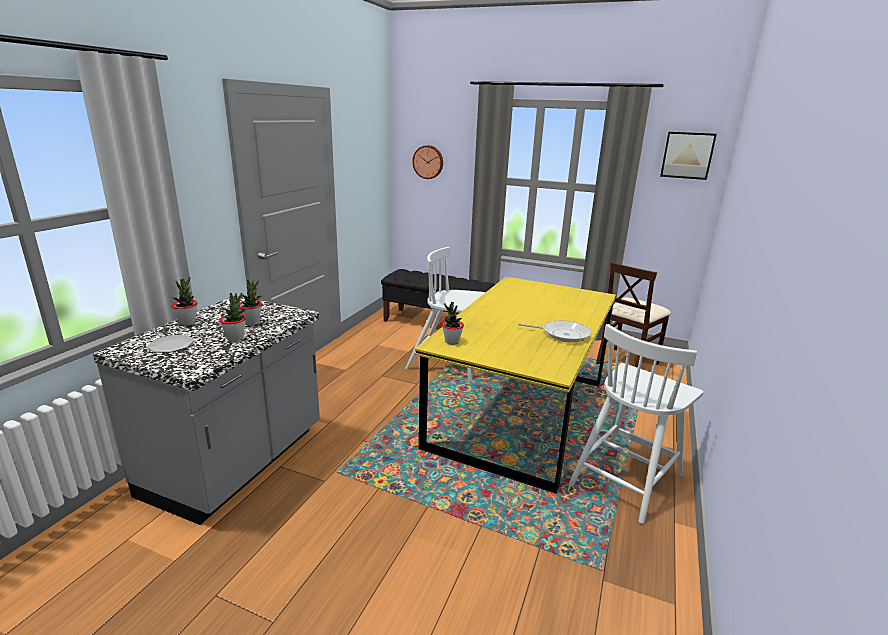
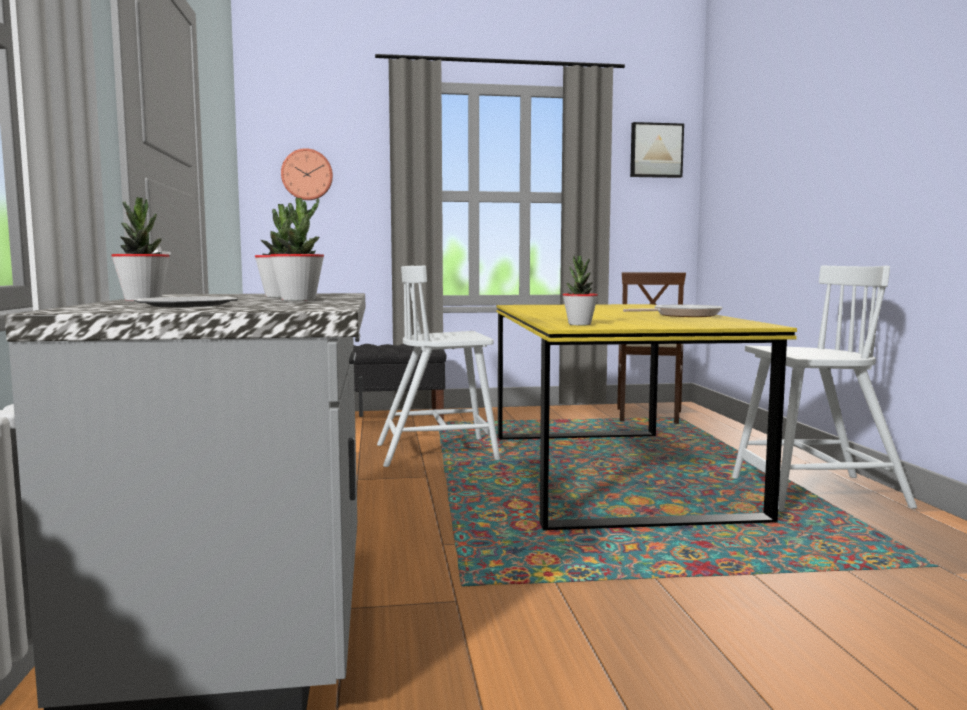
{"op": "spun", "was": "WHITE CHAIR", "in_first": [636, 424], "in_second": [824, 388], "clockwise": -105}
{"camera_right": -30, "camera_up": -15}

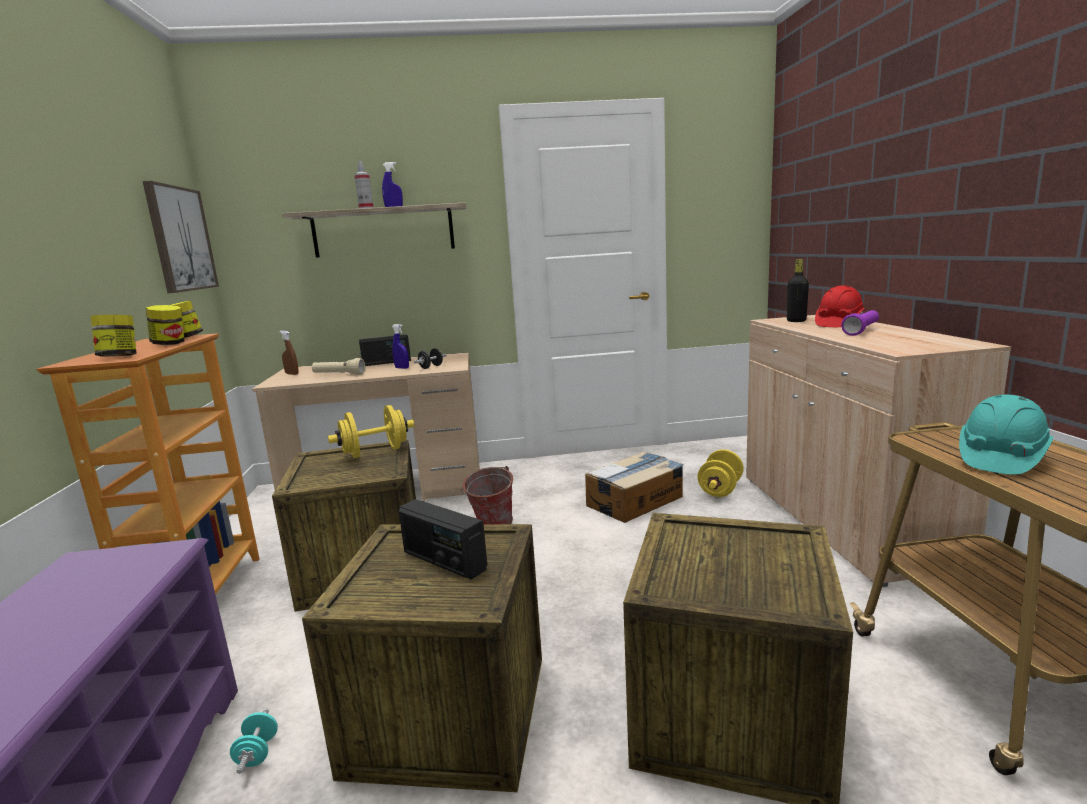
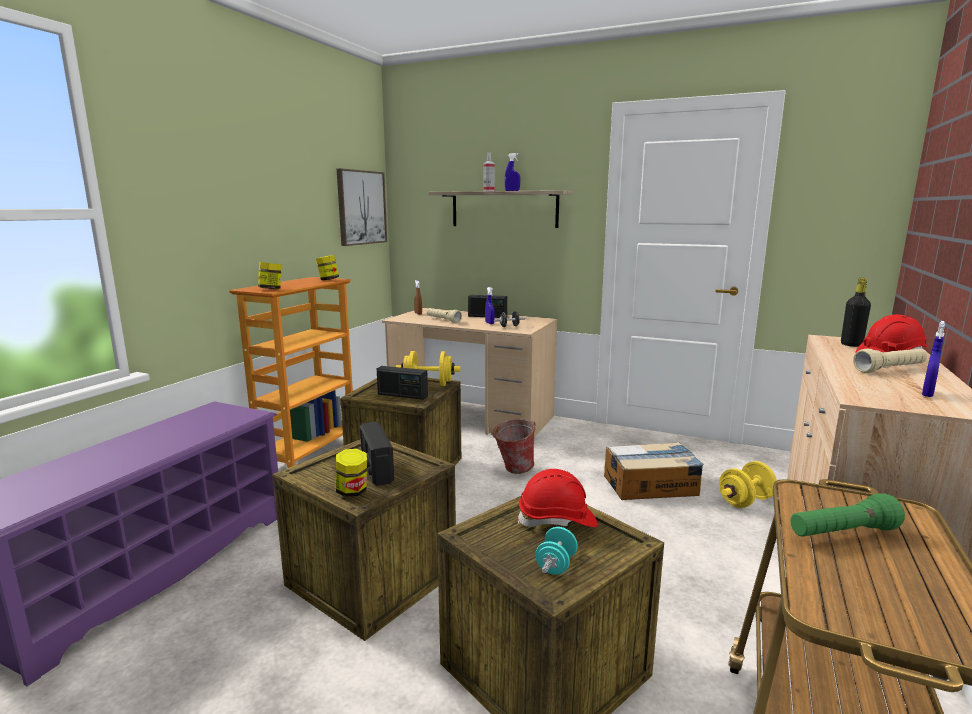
{"op": "relocated", "was": "JAR", "in_first": [165, 325], "in_second": [351, 473]}
{"op": "appeared", "now": "RADIO", "in_second": [402, 383]}
{"op": "appeared", "now": "RED HARD HAT", "in_second": [557, 498]}
{"op": "relocated", "was": "TURQUOISE DUMBBELL", "in_first": [254, 741], "in_second": [556, 551]}
{"op": "exchanged", "was": "TURQUOISE HARD HAT", "now": "GREEN FLASHLIGHT", "in_first": [1006, 434], "in_second": [848, 515]}
{"op": "colour", "was": "PURPLE FLASHLIGHT", "now": "BEIGE FLASHLIGHT", "in_first": [860, 323], "in_second": [890, 361]}
{"op": "appeared", "now": "BLUE SPRAY BOTTLE", "in_second": [933, 359]}
{"camera_right": 30, "camera_up": 0}

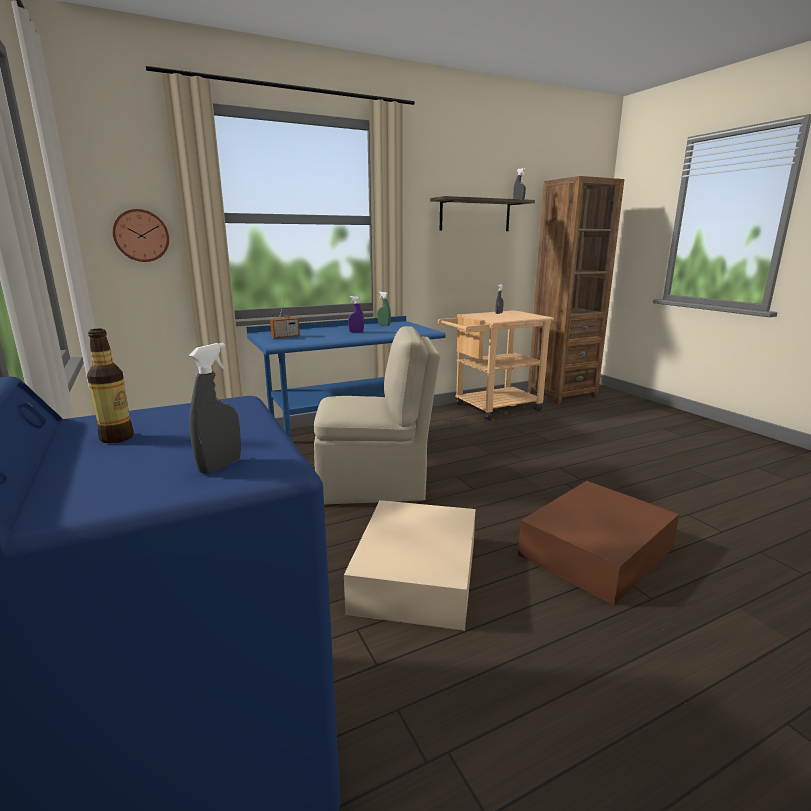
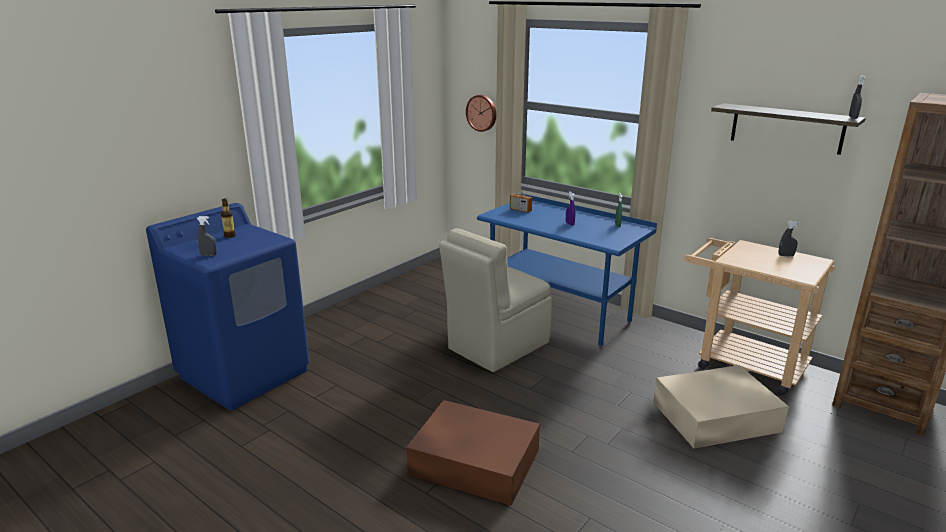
{"op": "spun", "was": "BEIGE CHAIR", "in_first": [377, 415], "in_second": [495, 300], "clockwise": 75}
{"op": "relocated", "was": "BEIGE STORAGE BOX", "in_first": [409, 565], "in_second": [721, 406]}
{"camera_right": 65, "camera_up": 5}

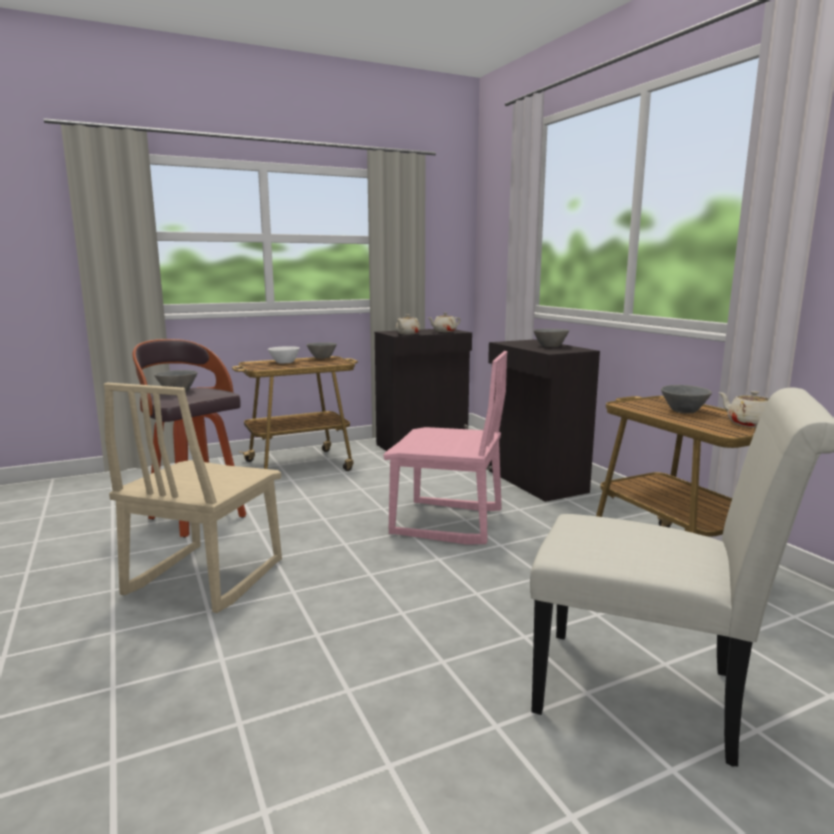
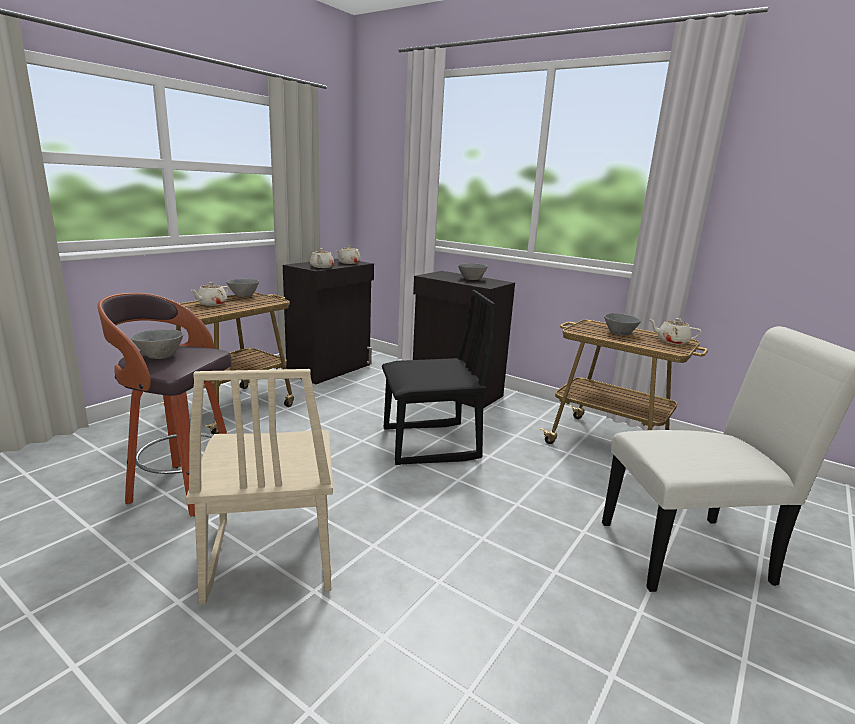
{"op": "exchanged", "was": "WHITE BOWL", "now": "BEIGE TEAPOT", "in_first": [284, 355], "in_second": [210, 294]}
{"op": "colour", "was": "PINK CHAIR", "now": "BLACK CHAIR", "in_first": [445, 447], "in_second": [438, 377]}
{"camera_right": -30, "camera_up": 5}

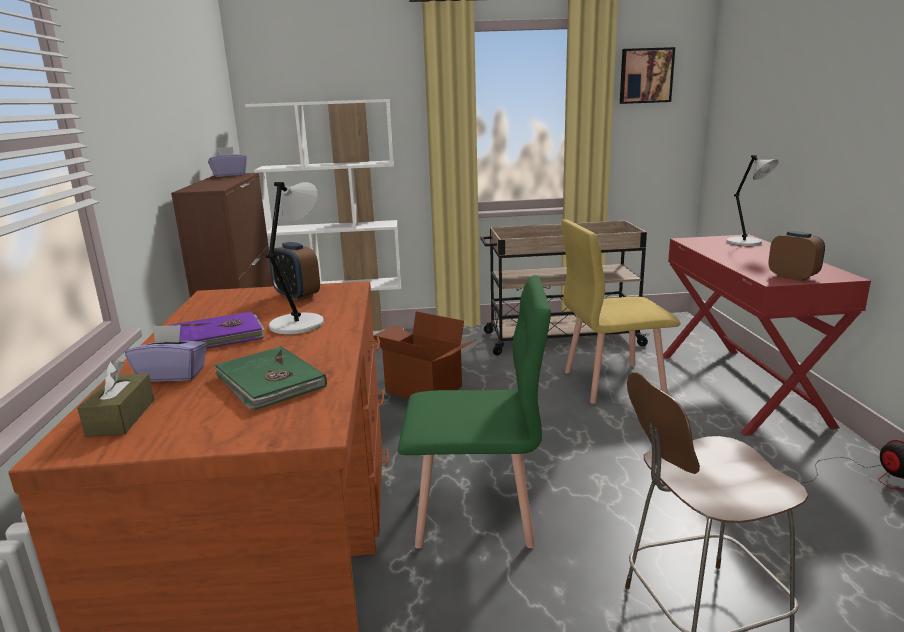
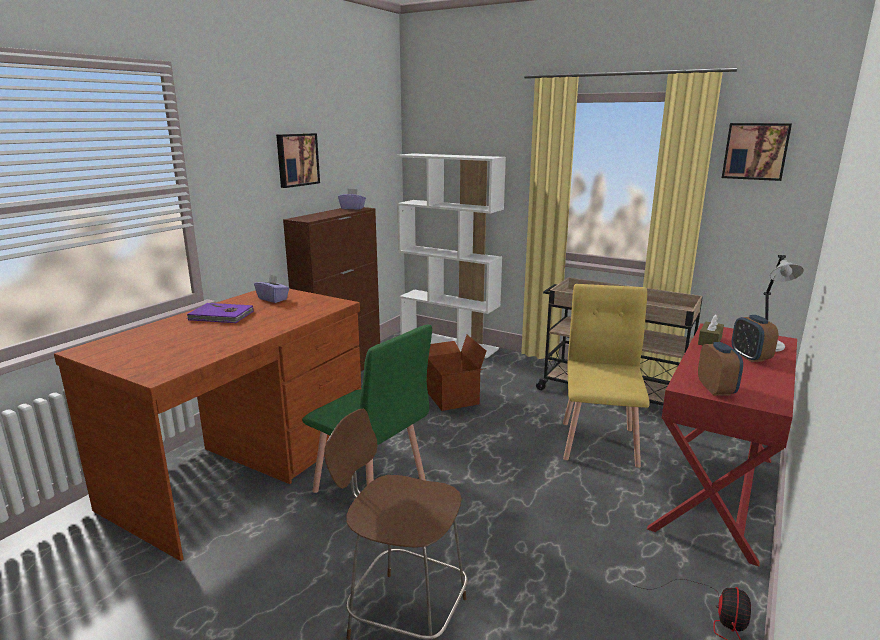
{"op": "relocated", "was": "PURPLE TISSUE BOX", "in_first": [166, 353], "in_second": [272, 288]}
{"op": "appeared", "now": "PICTURE", "in_second": [298, 160]}
{"op": "spun", "was": "YELLOW CHAIR", "in_first": [620, 311], "in_second": [606, 376], "clockwise": 75}
{"op": "relocated", "was": "BROWN TISSUE BOX", "in_first": [115, 398], "in_second": [711, 330]}
{"op": "relocated", "was": "ALARM CLOCK", "in_first": [294, 271], "in_second": [755, 338]}
{"op": "missing", "was": "GREEN BOOK", "in_first": [270, 378]}
{"op": "missing", "was": "GREY TABLE LAMP", "in_first": [294, 258]}
{"camera_right": 35, "camera_up": 0}

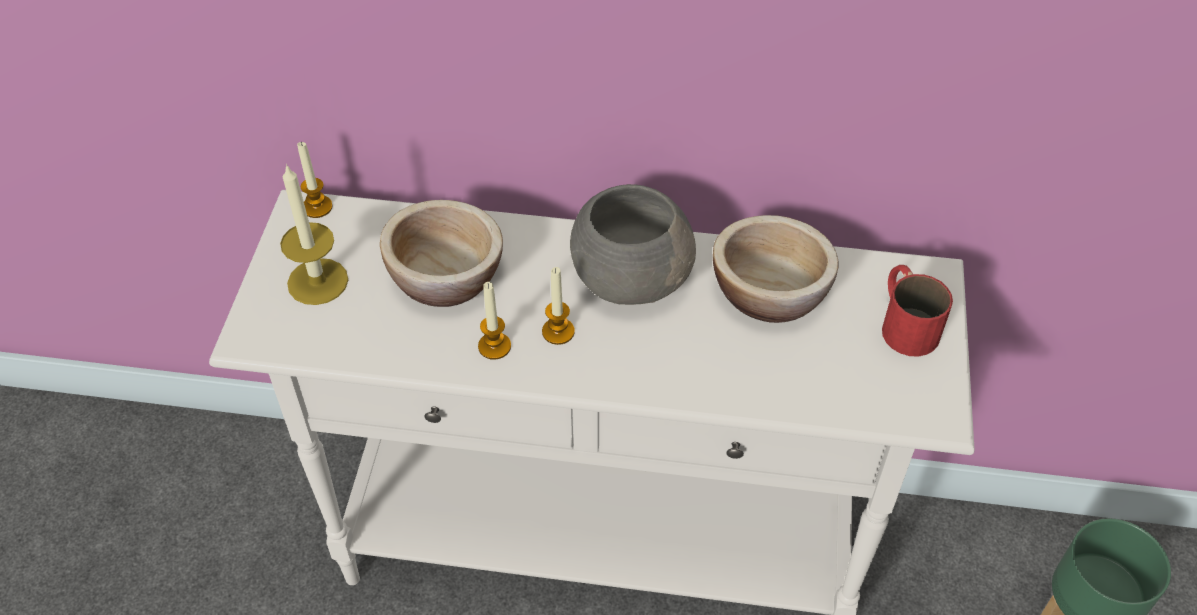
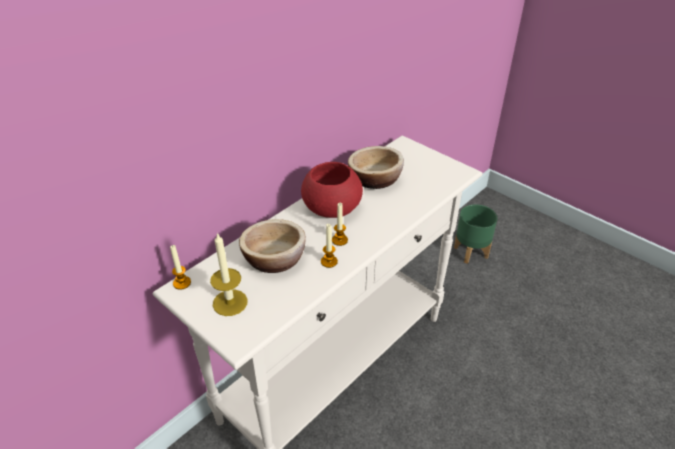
{"op": "colour", "was": "GREY BOWL", "now": "RED BOWL", "in_first": [633, 244], "in_second": [332, 190]}
{"op": "missing", "was": "RED MUG", "in_first": [917, 311]}
{"camera_right": -55, "camera_up": -10}

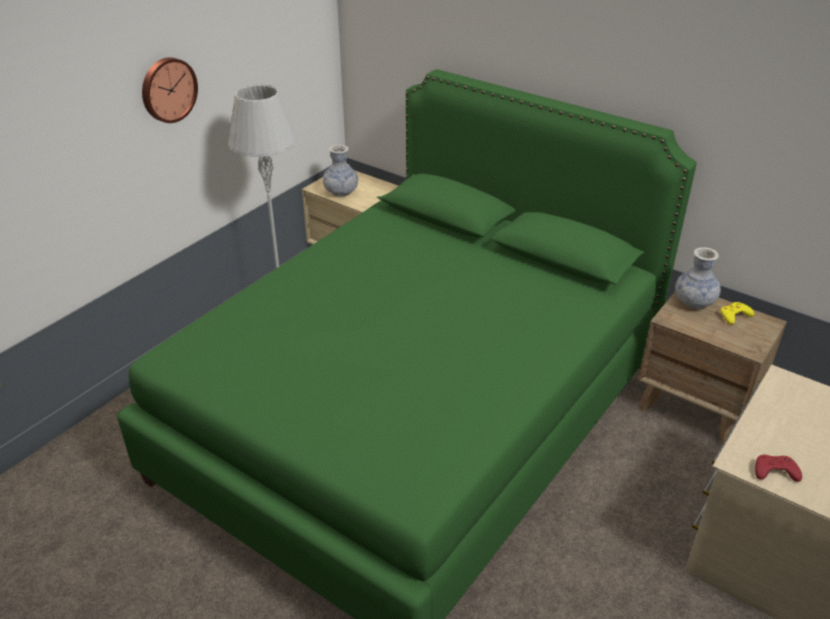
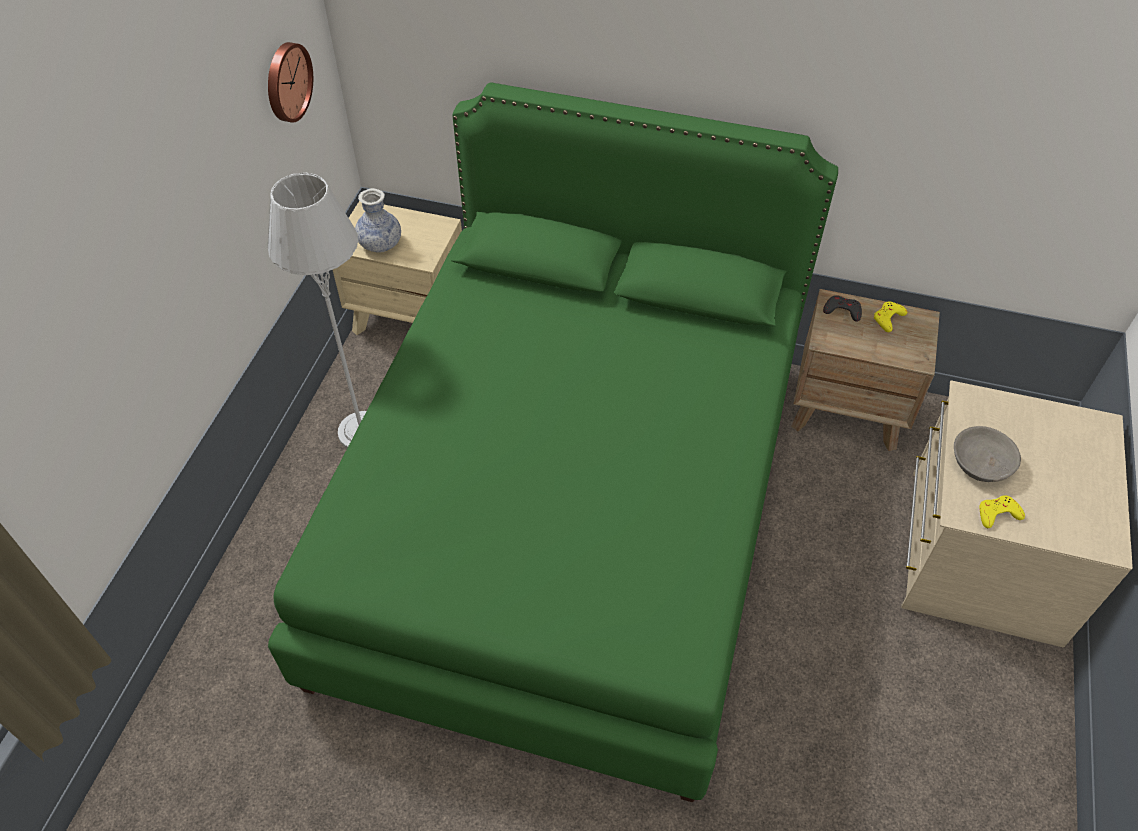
{"op": "relocated", "was": "WALL CLOCK", "in_first": [170, 90], "in_second": [290, 82]}
{"op": "exchanged", "was": "VASE", "now": "GREY GAME CONTROLLER", "in_first": [698, 278], "in_second": [842, 308]}
{"op": "appeared", "now": "GREY BOWL", "in_second": [987, 454]}
{"op": "colour", "was": "RED GAME CONTROLLER", "now": "YELLOW GAME CONTROLLER", "in_first": [778, 468], "in_second": [1002, 511]}
{"camera_right": -20, "camera_up": 15}

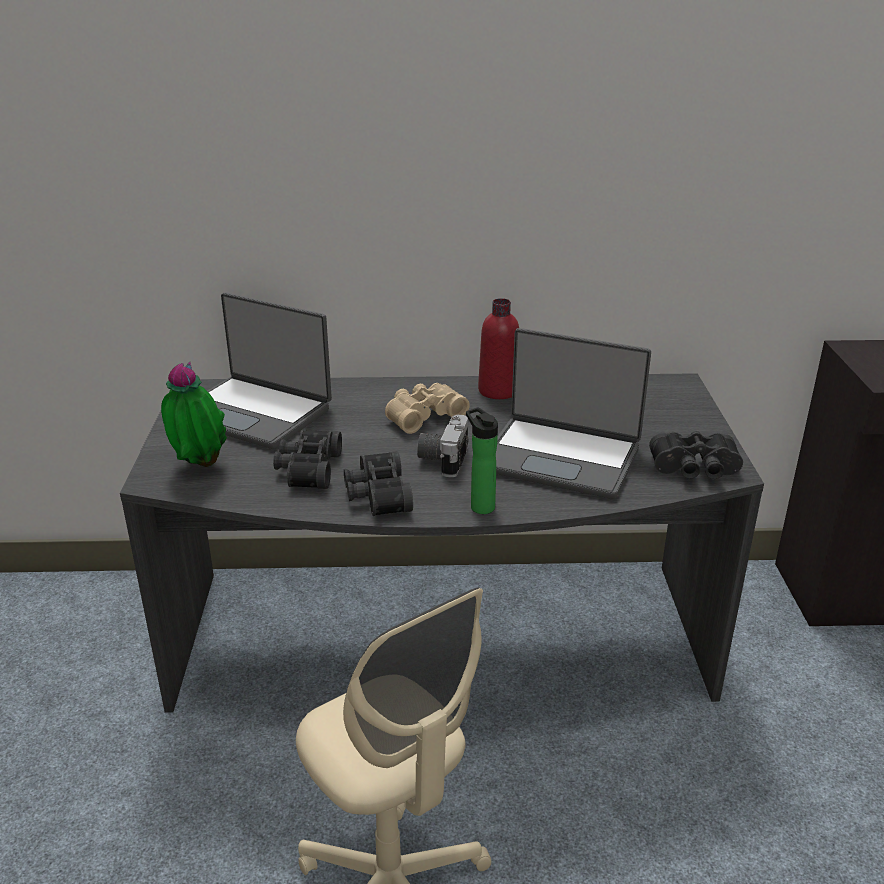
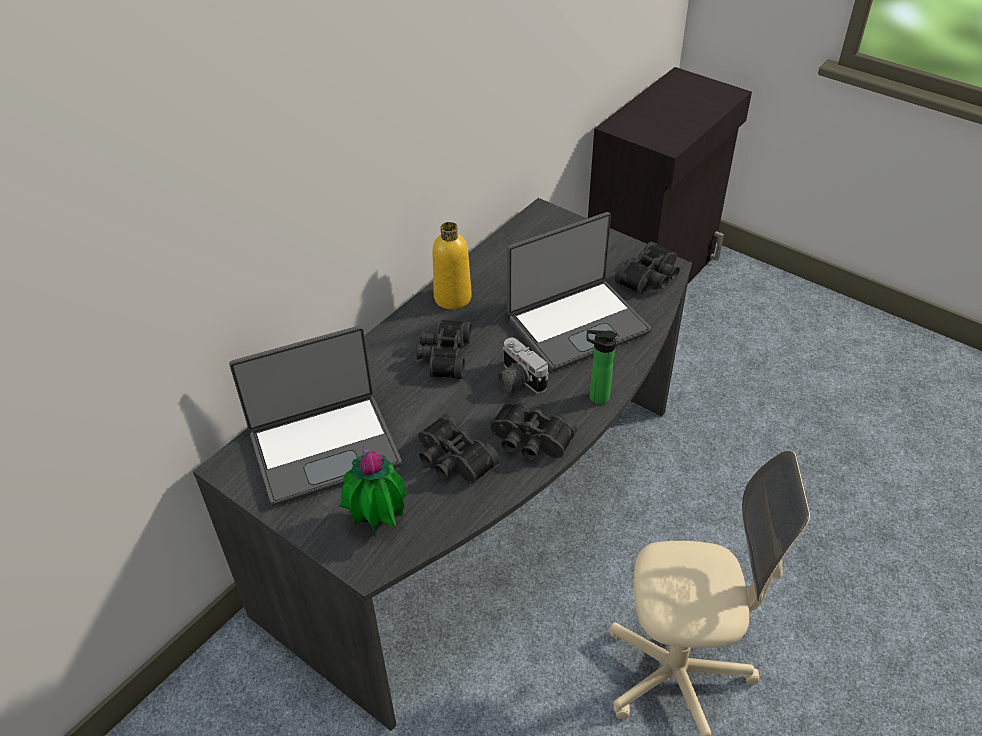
{"op": "colour", "was": "BEIGE BINOCULARS", "now": "BLACK BINOCULARS", "in_first": [427, 408], "in_second": [444, 349]}
{"op": "colour", "was": "RED BOTTLE", "now": "YELLOW BOTTLE", "in_first": [498, 348], "in_second": [452, 265]}
{"camera_right": -50, "camera_up": 15}

